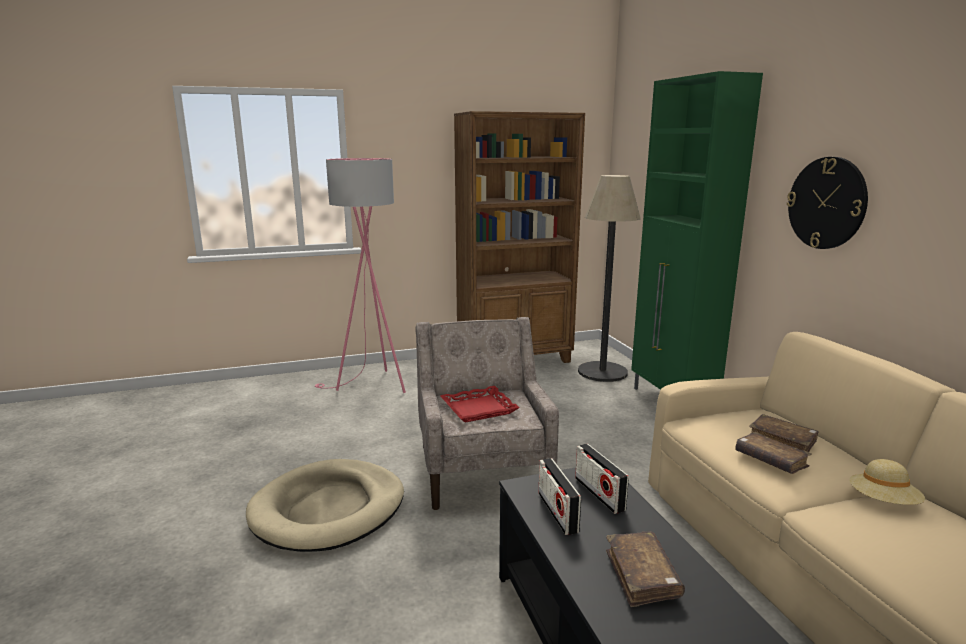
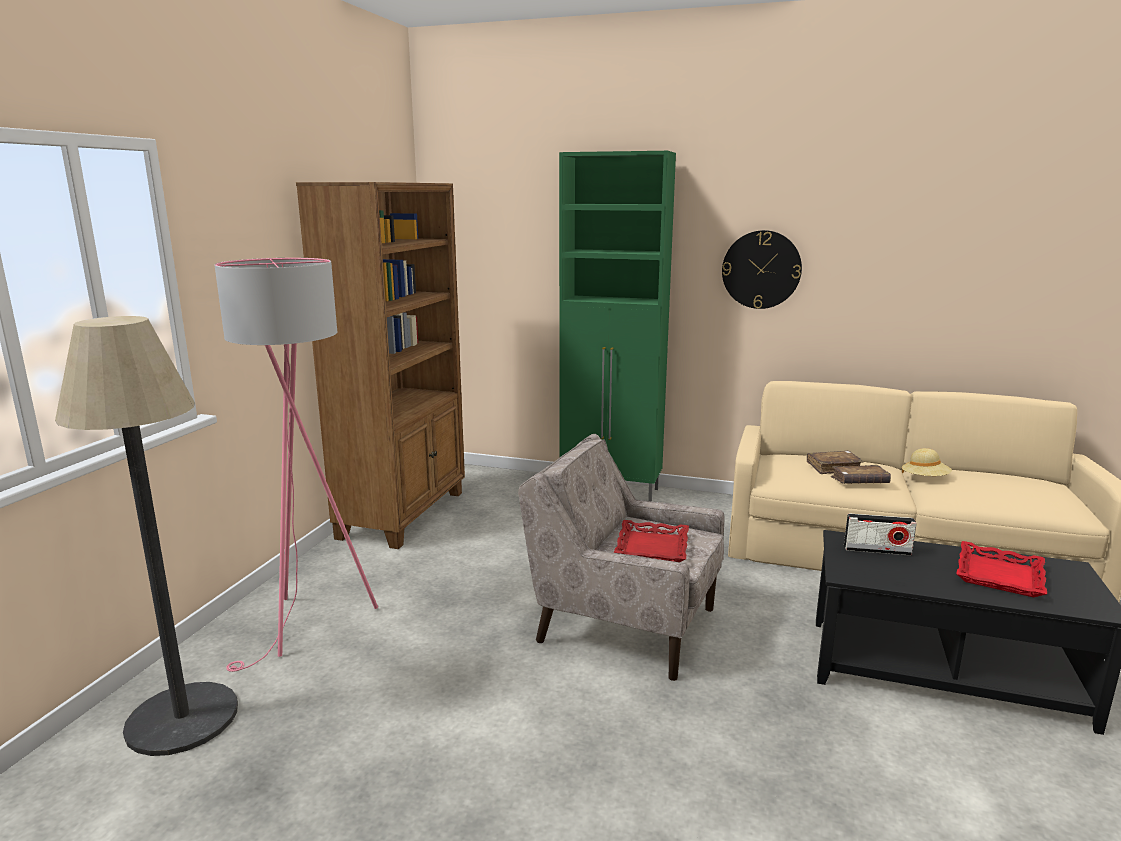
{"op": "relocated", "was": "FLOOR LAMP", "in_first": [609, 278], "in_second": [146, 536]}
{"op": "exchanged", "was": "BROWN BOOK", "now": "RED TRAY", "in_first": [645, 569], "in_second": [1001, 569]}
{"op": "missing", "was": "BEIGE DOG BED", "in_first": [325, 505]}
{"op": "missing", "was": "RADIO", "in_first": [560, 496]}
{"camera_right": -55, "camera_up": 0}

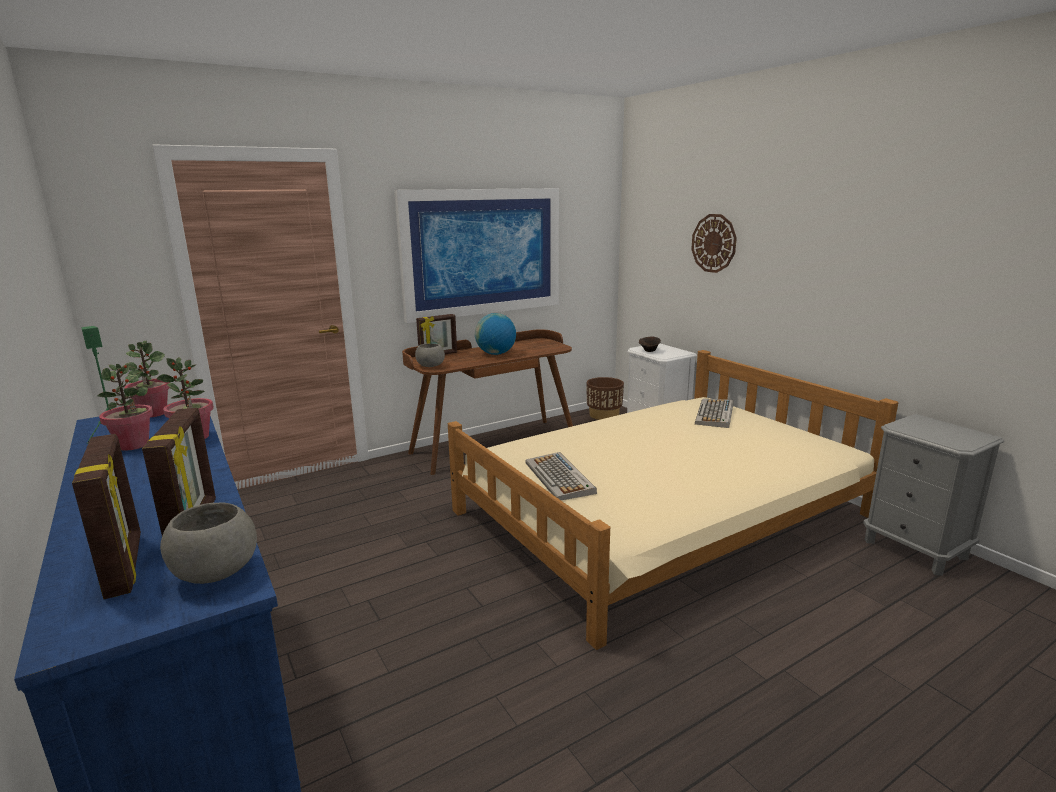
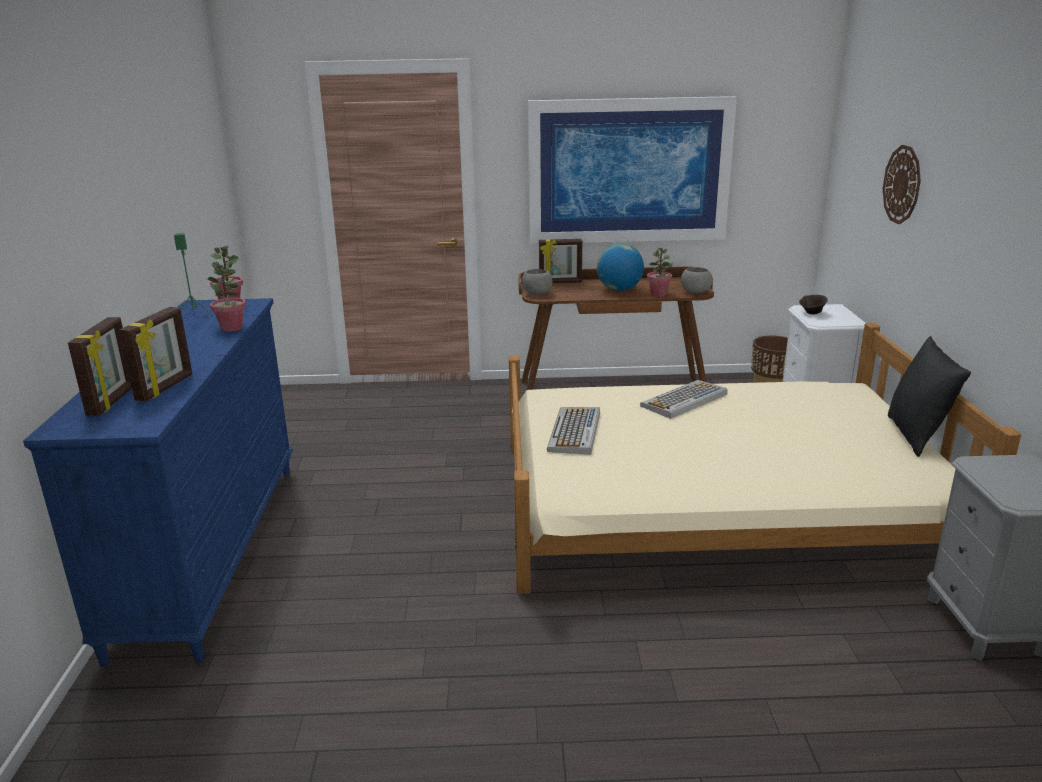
{"op": "relocated", "was": "KEYBOARD", "in_first": [714, 413], "in_second": [683, 399]}
{"op": "relocated", "was": "POTTED PLANT", "in_first": [125, 407], "in_second": [660, 272]}
{"op": "relocated", "was": "GREY BOWL", "in_first": [208, 543], "in_second": [696, 280]}
{"op": "appeared", "now": "BLACK PILLOW", "in_second": [929, 396]}
{"camera_right": 30, "camera_up": 5}

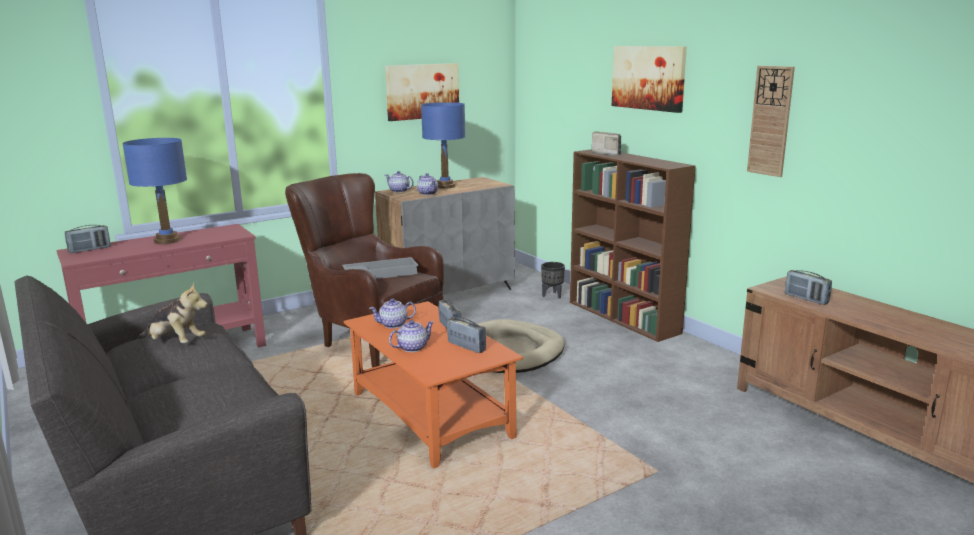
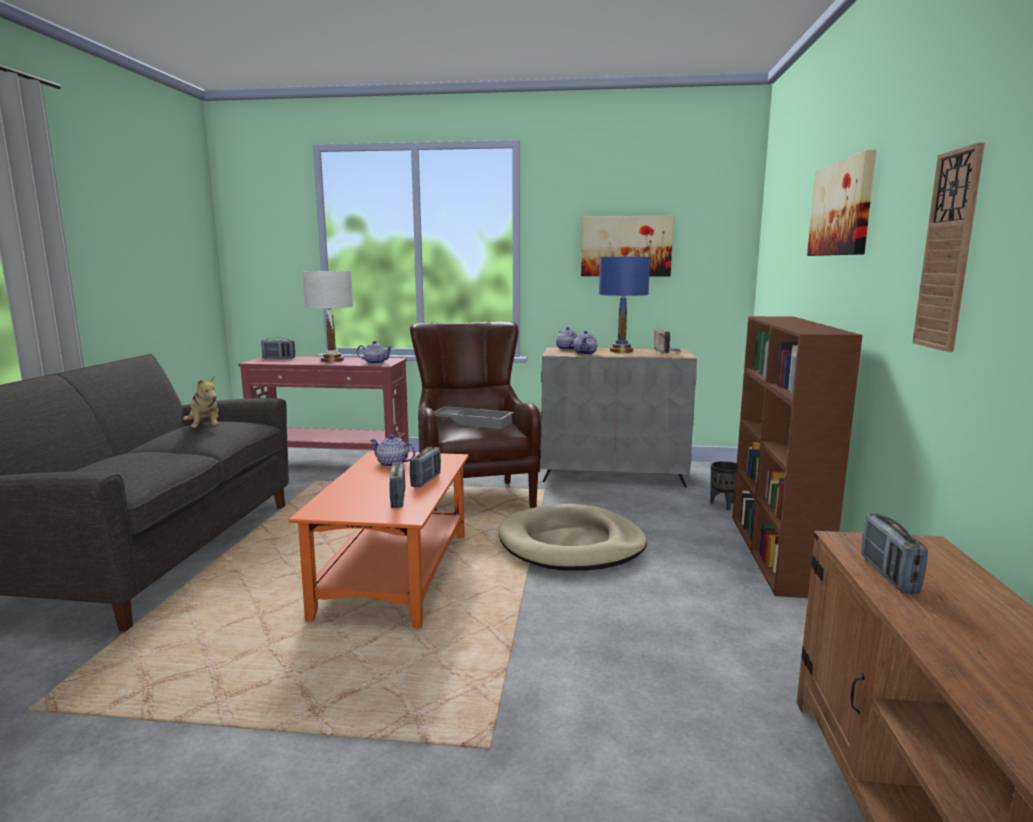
{"op": "colour", "was": "BLUE TABLE LAMP", "now": "WHITE TABLE LAMP", "in_first": [154, 191], "in_second": [327, 316]}
{"op": "relocated", "was": "TEAPOT", "in_first": [411, 336], "in_second": [374, 352]}
{"op": "relocated", "was": "RADIO", "in_first": [607, 143], "in_second": [667, 340]}
{"camera_right": 40, "camera_up": -5}

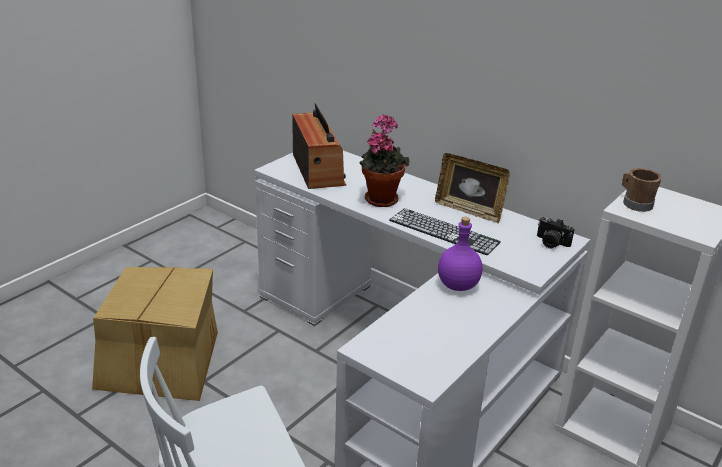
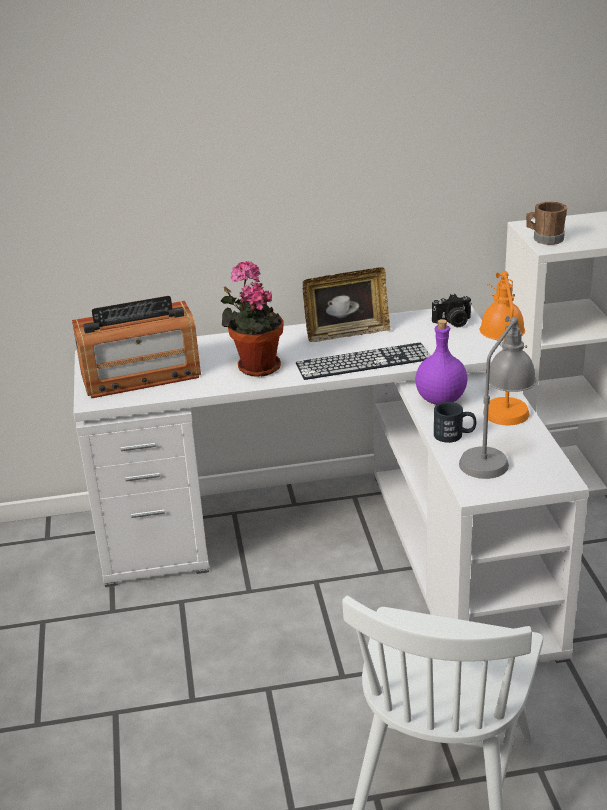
{"op": "spun", "was": "RADIO", "in_first": [319, 146], "in_second": [136, 347], "clockwise": 135}
{"op": "appeared", "now": "BLACK MUG", "in_second": [455, 422]}
{"op": "appeared", "now": "GREY TABLE LAMP", "in_second": [497, 397]}
{"op": "appeared", "now": "ORANGE TABLE LAMP", "in_second": [505, 348]}
{"op": "missing", "was": "CARDBOARD BOX", "in_first": [155, 334]}
{"camera_right": -45, "camera_up": 0}

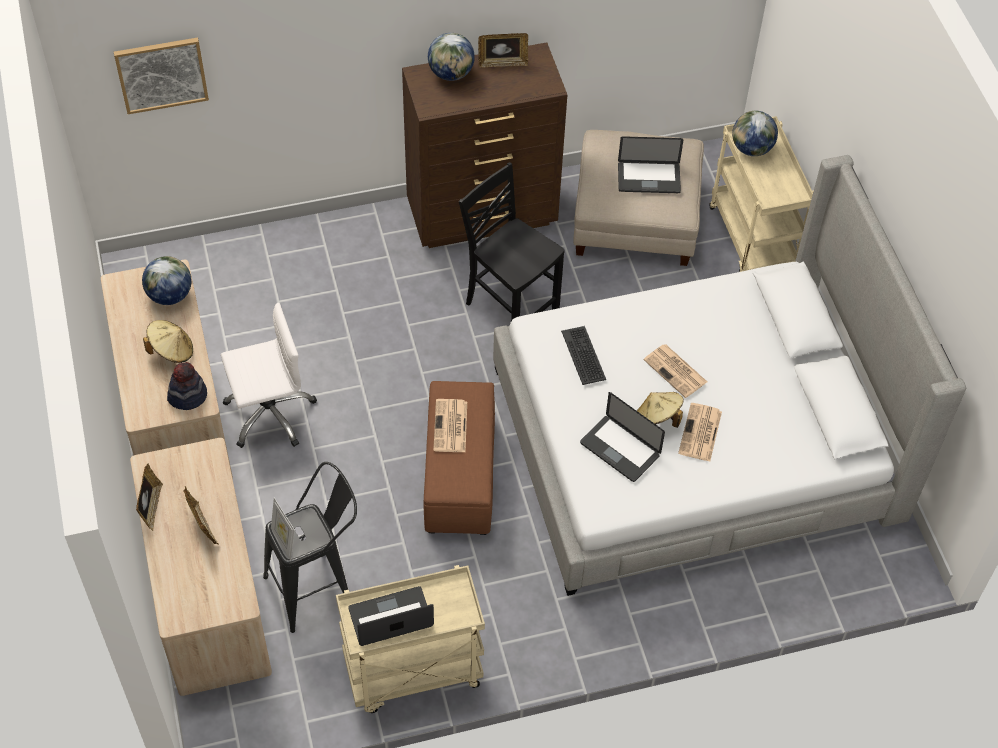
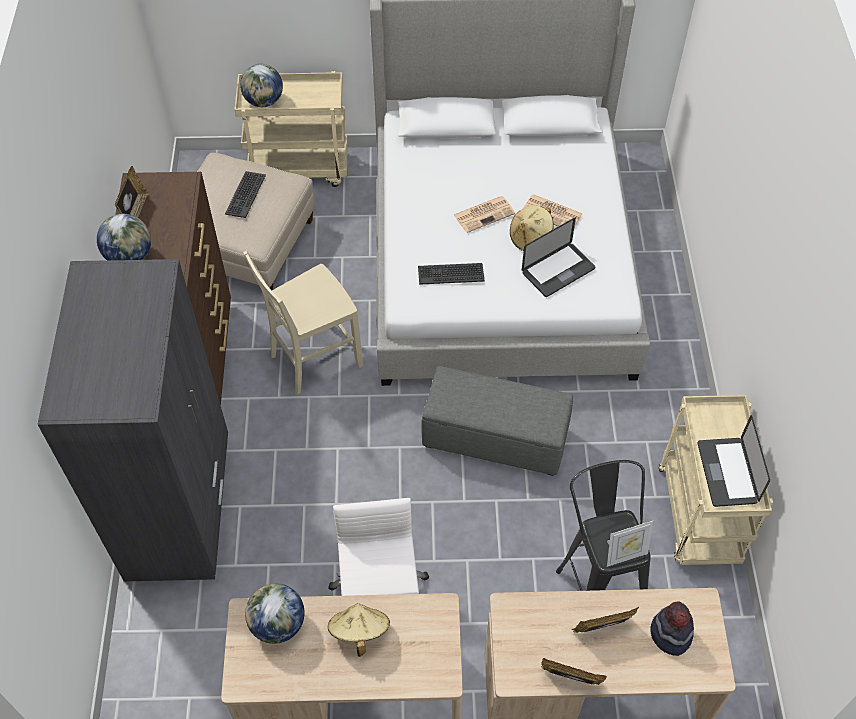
{"op": "appeared", "now": "GREY WARDROBE", "in_second": [133, 420]}
{"op": "exchanged", "was": "LAPTOP", "now": "KEYBOARD", "in_first": [651, 164], "in_second": [245, 194]}
{"op": "colour", "was": "BLACK CHAIR", "now": "BEIGE CHAIR", "in_first": [512, 241], "in_second": [303, 323]}
{"op": "colour", "was": "BROWN OTTOMAN", "now": "GREY OTTOMAN", "in_first": [459, 458], "in_second": [497, 421]}
{"op": "relocated", "was": "HAT", "in_first": [187, 386], "in_second": [672, 628]}
{"op": "missing", "was": "PICTURE", "in_first": [161, 76]}
{"op": "missing", "was": "NEWSPAPER", "in_first": [450, 425]}
{"camera_right": -75, "camera_up": 0}

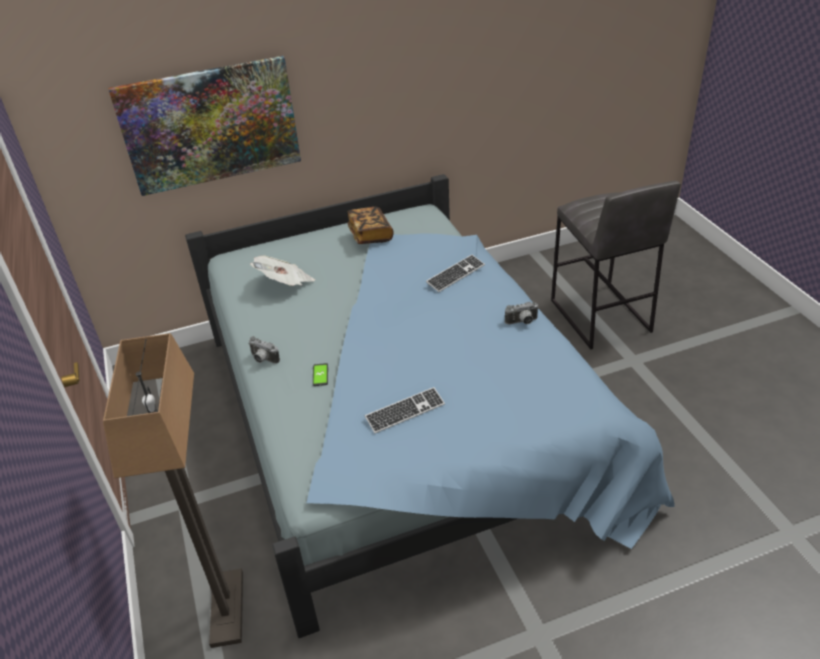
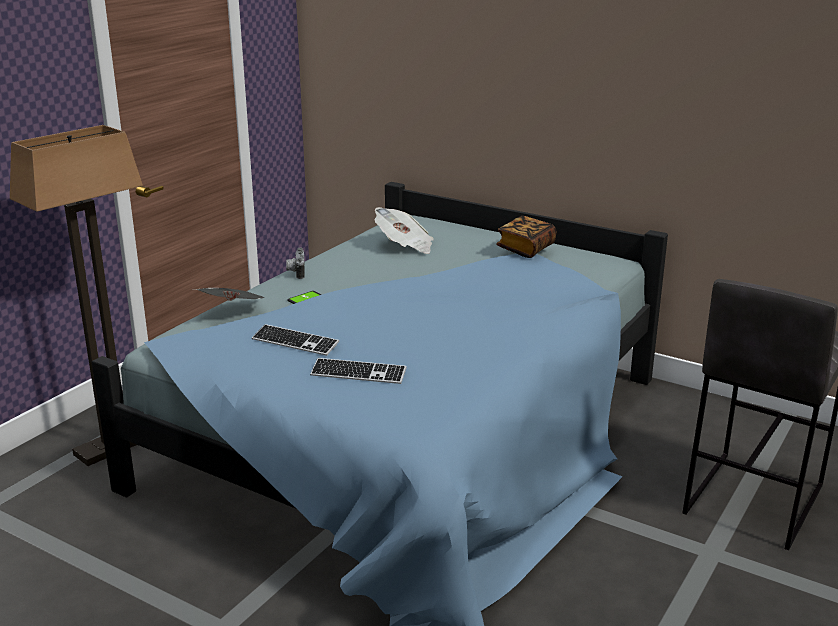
{"op": "appeared", "now": "NEWSPAPER", "in_second": [228, 294]}
{"op": "relocated", "was": "KEYBOARD", "in_first": [455, 273], "in_second": [358, 371]}
{"op": "missing", "was": "PICTURE", "in_first": [204, 126]}
{"op": "missing", "was": "PHOTO CAMERA", "in_first": [521, 313]}
{"camera_right": 50, "camera_up": -15}

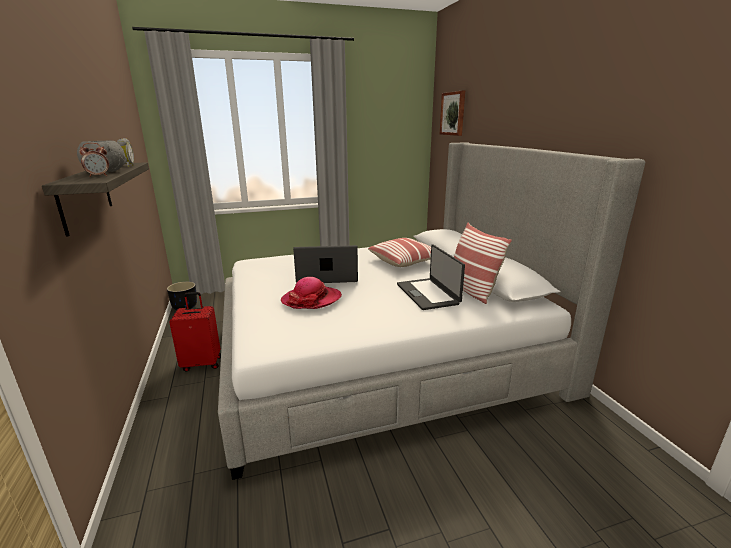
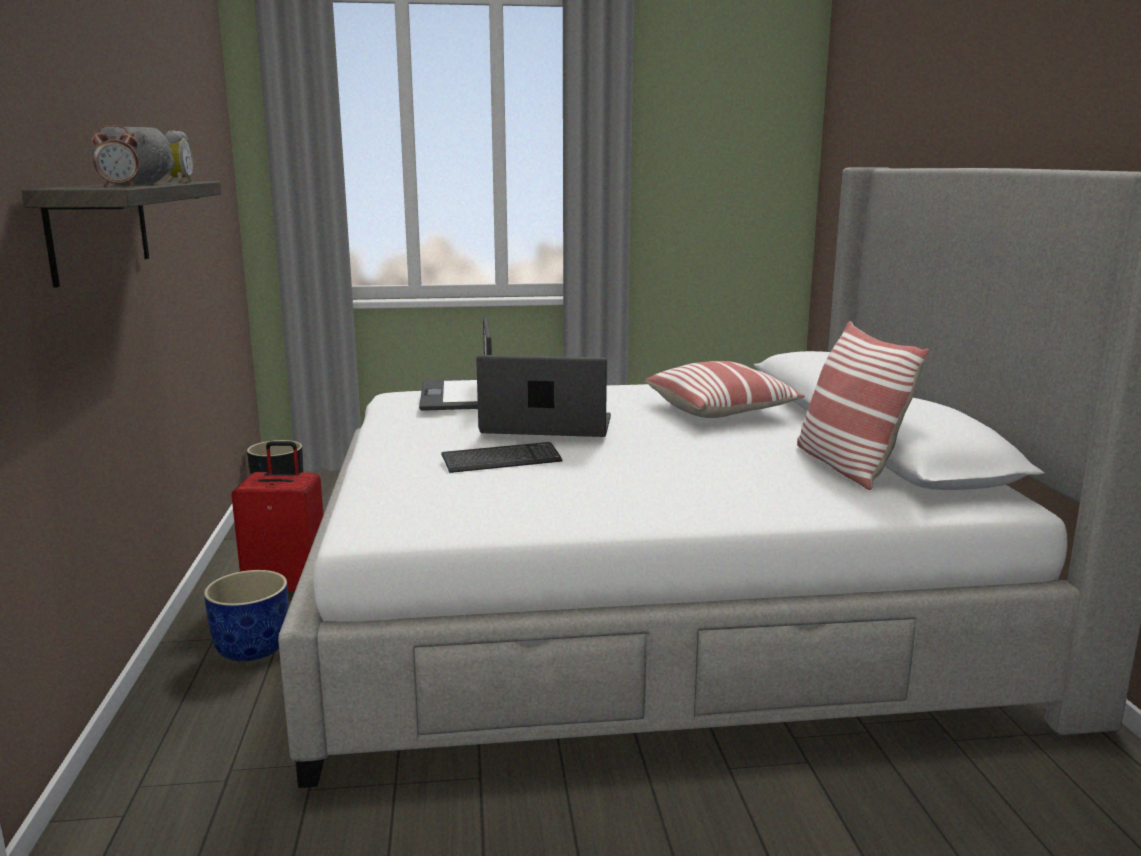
{"op": "appeared", "now": "BLUE PLANTER", "in_second": [246, 615]}
{"op": "relocated", "was": "LAPTOP", "in_first": [431, 277], "in_second": [455, 364]}
{"op": "exchanged", "was": "HAT", "now": "KEYBOARD", "in_first": [311, 293], "in_second": [502, 457]}
{"op": "missing", "was": "PICTURE", "in_first": [452, 113]}
{"camera_right": 10, "camera_up": -5}

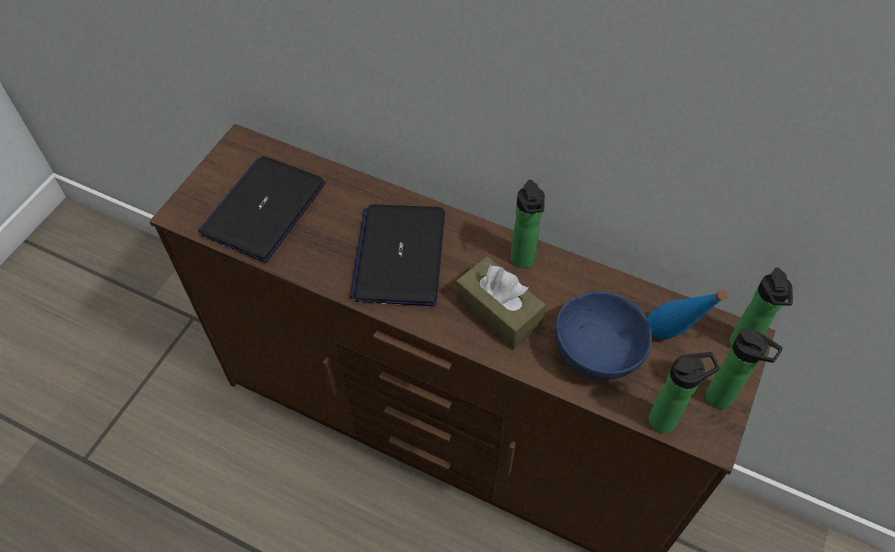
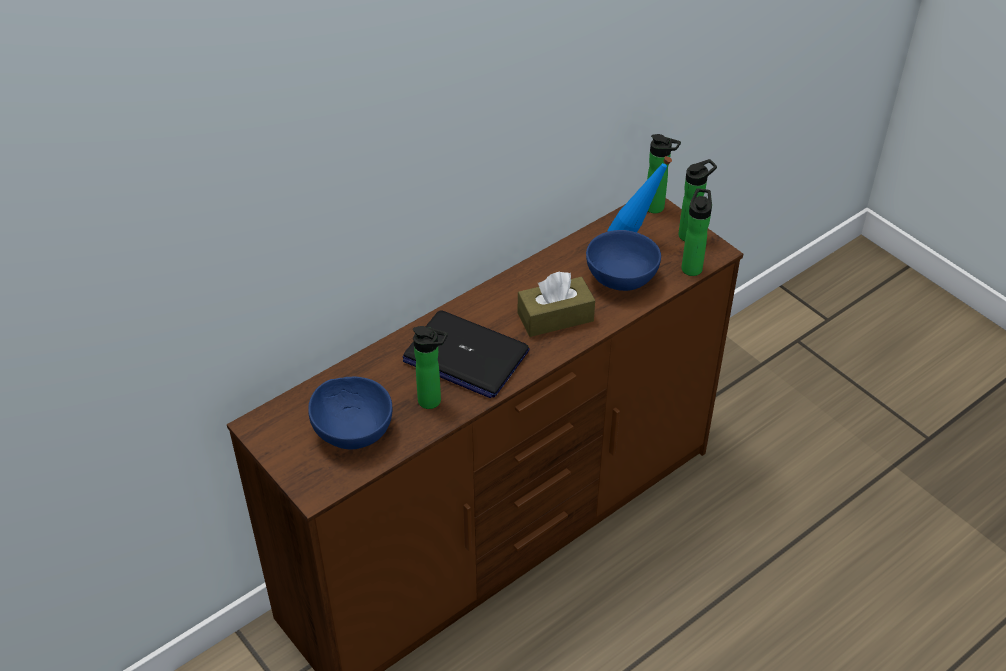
{"op": "exchanged", "was": "LAPTOP", "now": "BLUE BOWL", "in_first": [261, 209], "in_second": [350, 412]}
{"op": "relocated", "was": "BOTTLE", "in_first": [528, 224], "in_second": [430, 367]}
{"camera_right": -65, "camera_up": -10}

